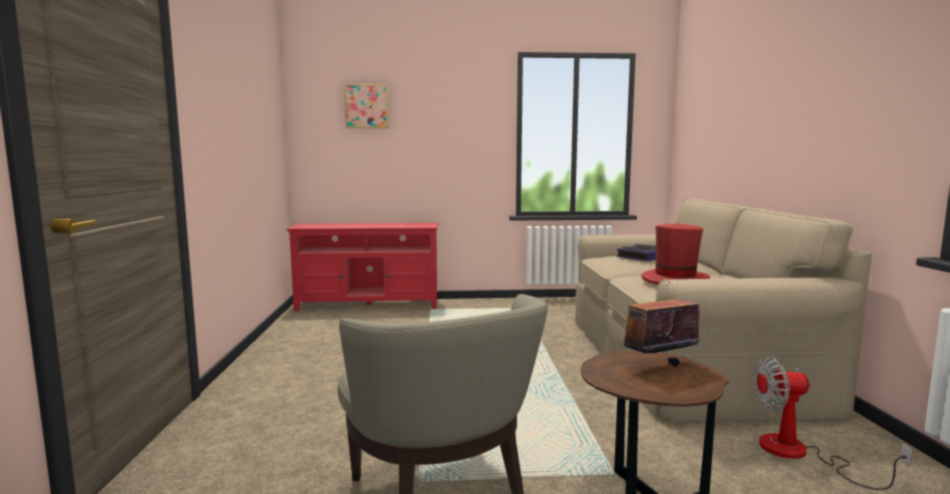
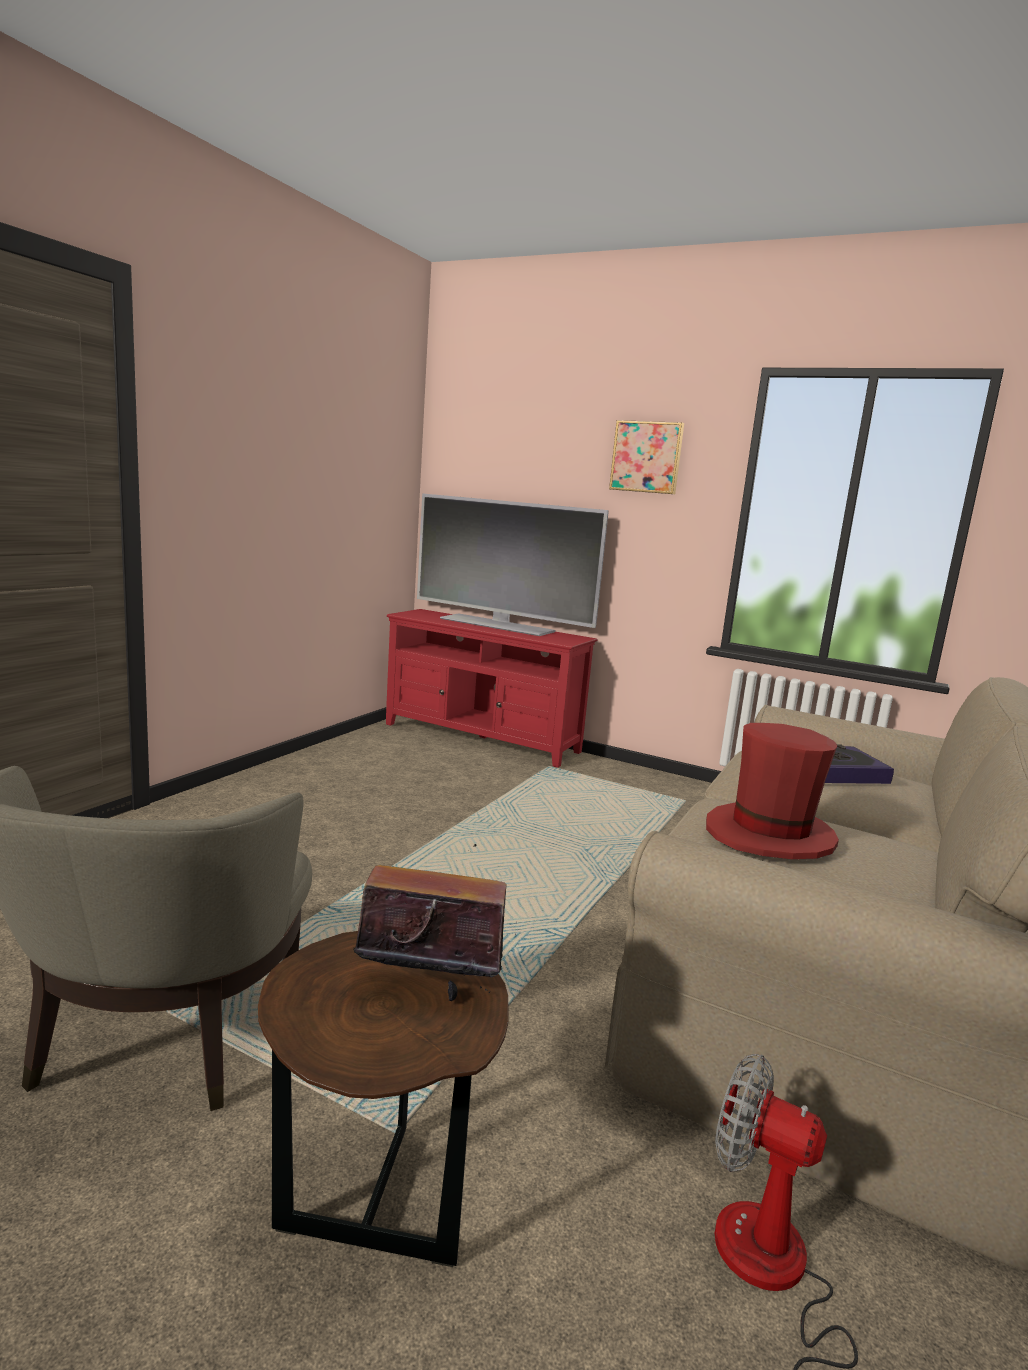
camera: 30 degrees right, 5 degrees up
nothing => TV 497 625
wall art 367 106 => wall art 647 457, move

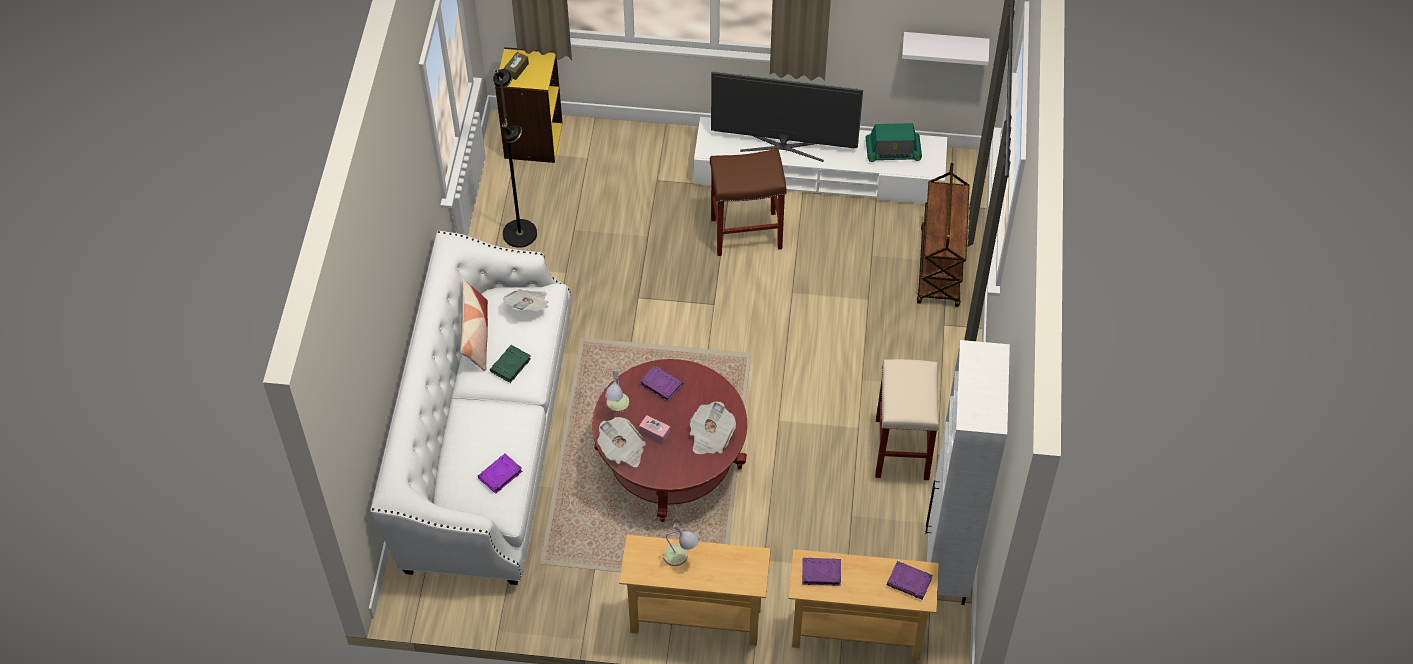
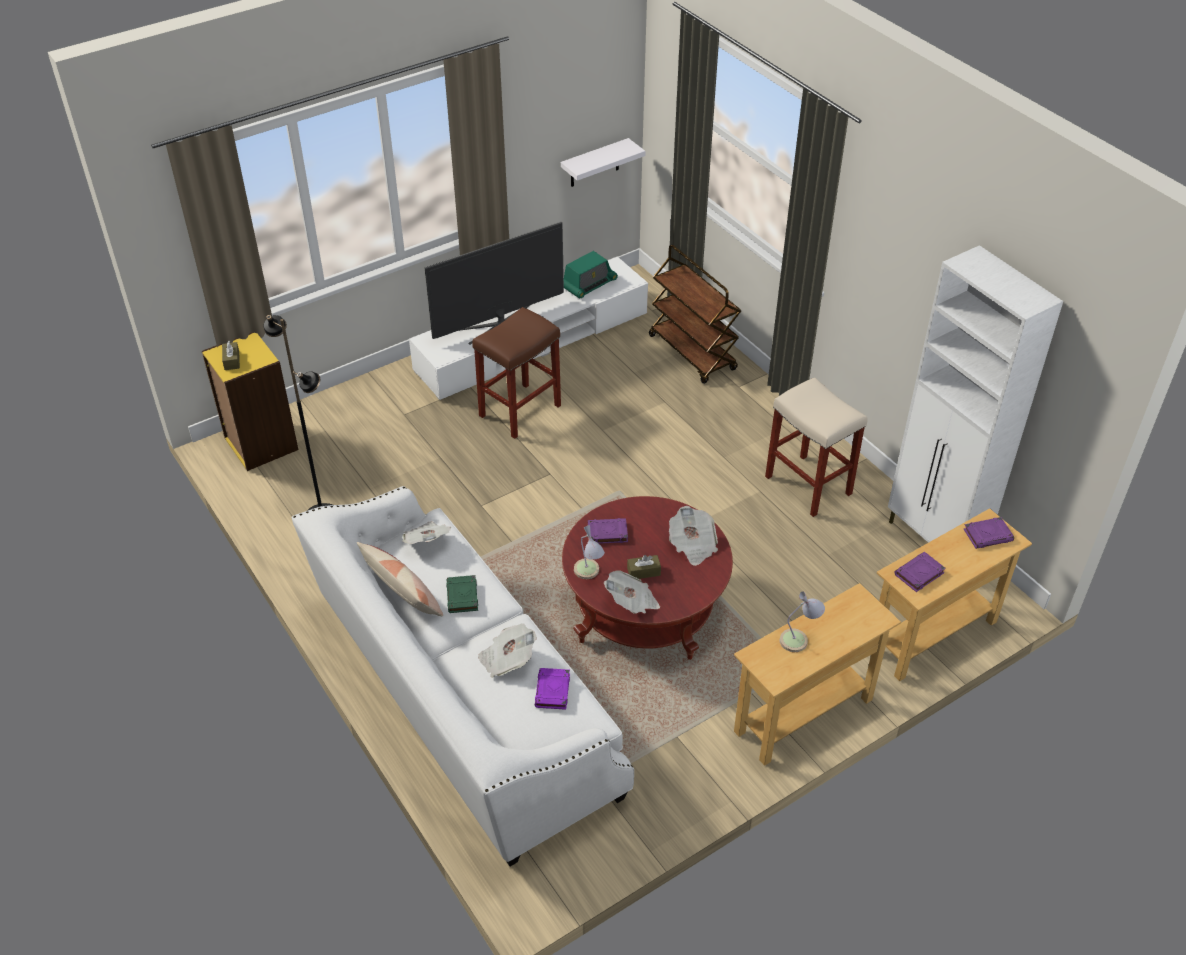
camera: 40 degrees left, 10 degrees down
nothing => newspaper 507 659
box of tissues in pink-coloured 654 432 => box of tissues in brownish 643 571

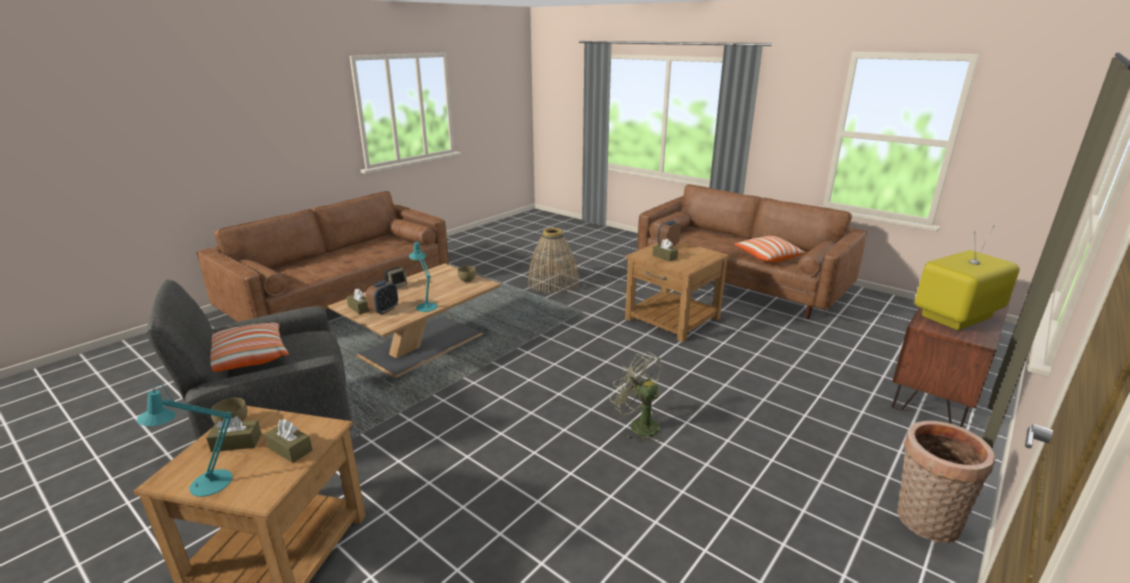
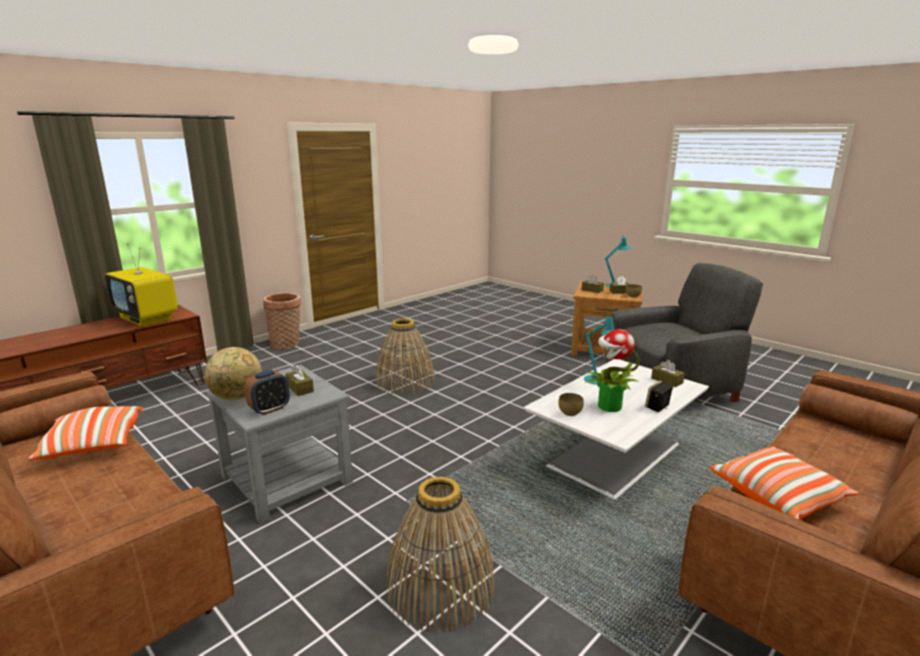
camera: 175 degrees left, 5 degrees down
TV 956 317 => TV 147 318, 60 degrees clockwise
nothing => world globe 237 397
side table in brownish 672 319 => side table in gray 287 479
electric fan in green 638 425 => storage basket 405 381
low table in brownish 423 344 => low table in white-coloured 613 456
nothing => potted plant 608 406
throw pillow 246 359 => throw pillow 778 495, move
alarm clock 384 310 => nothing

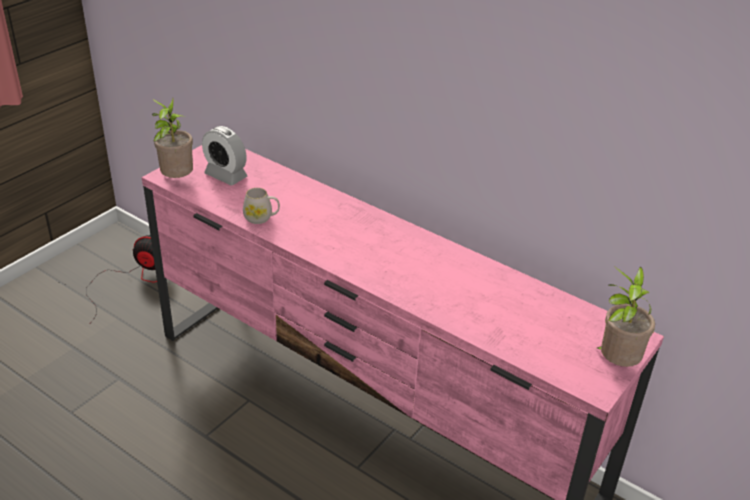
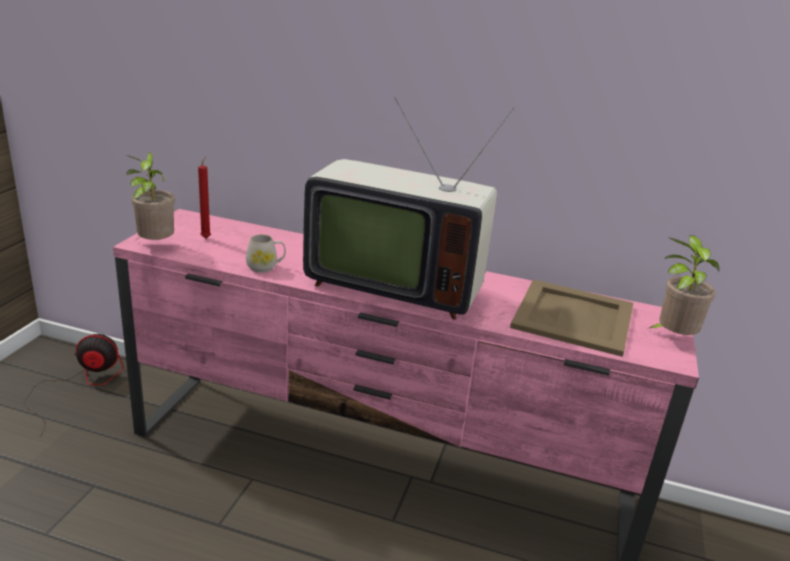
camera: 20 degrees left, 10 degrees down
alarm clock 226 176 => candle in red 206 237
nothing => TV 393 284
nothing => serving tray in beige 574 318

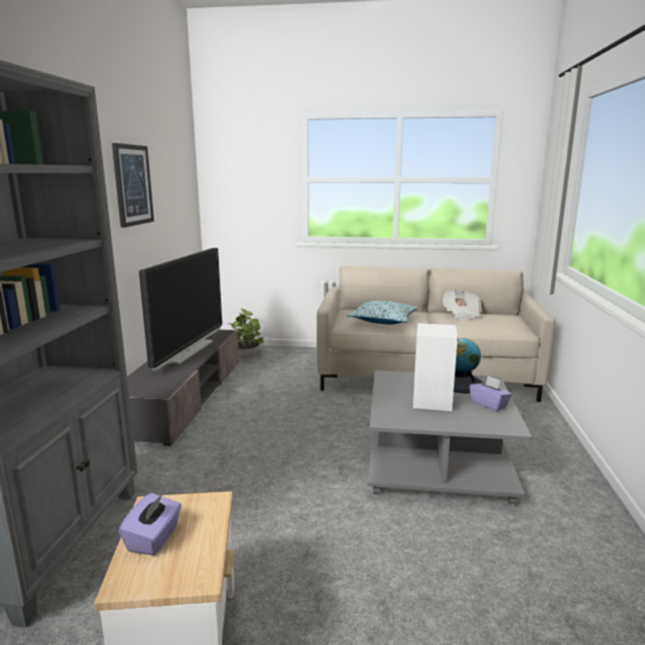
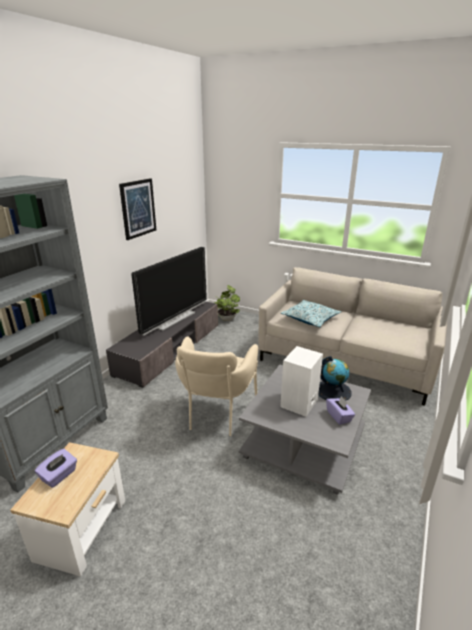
camera: 20 degrees right, 10 degrees up
nothing => lounge chair in beige 216 416
newspaper 461 315 => nothing

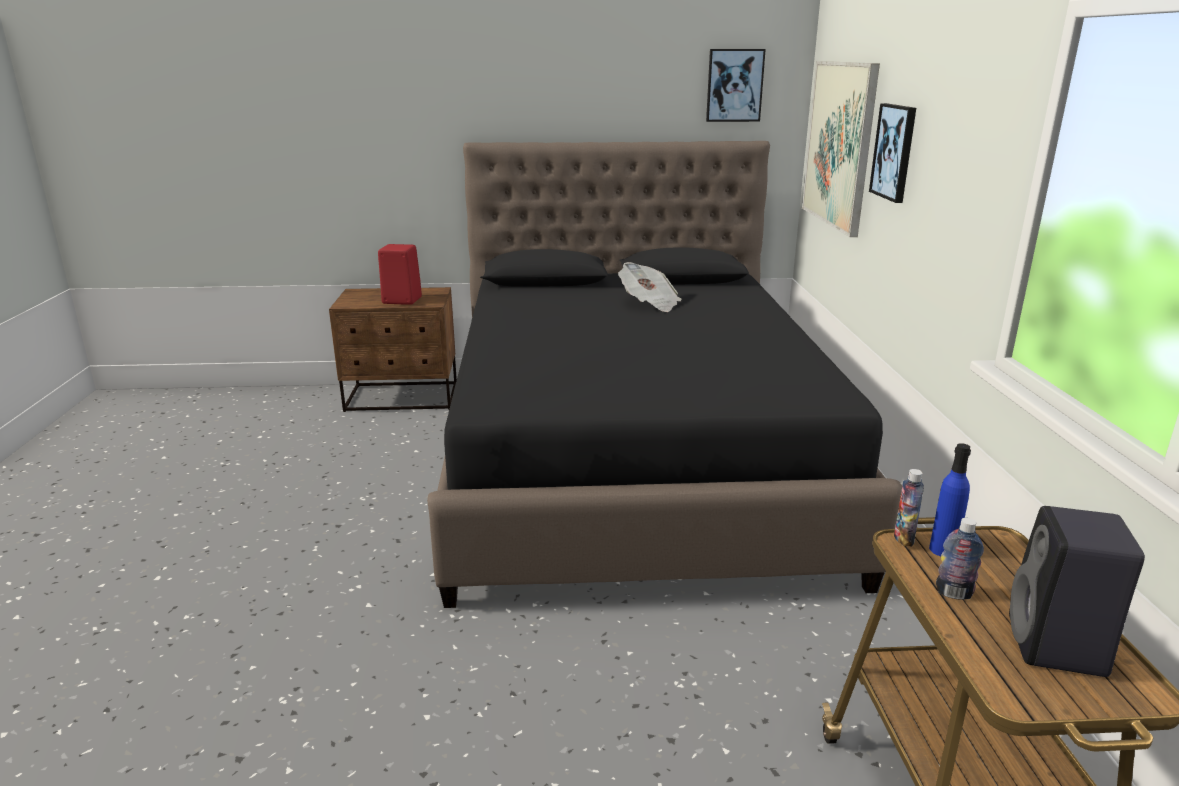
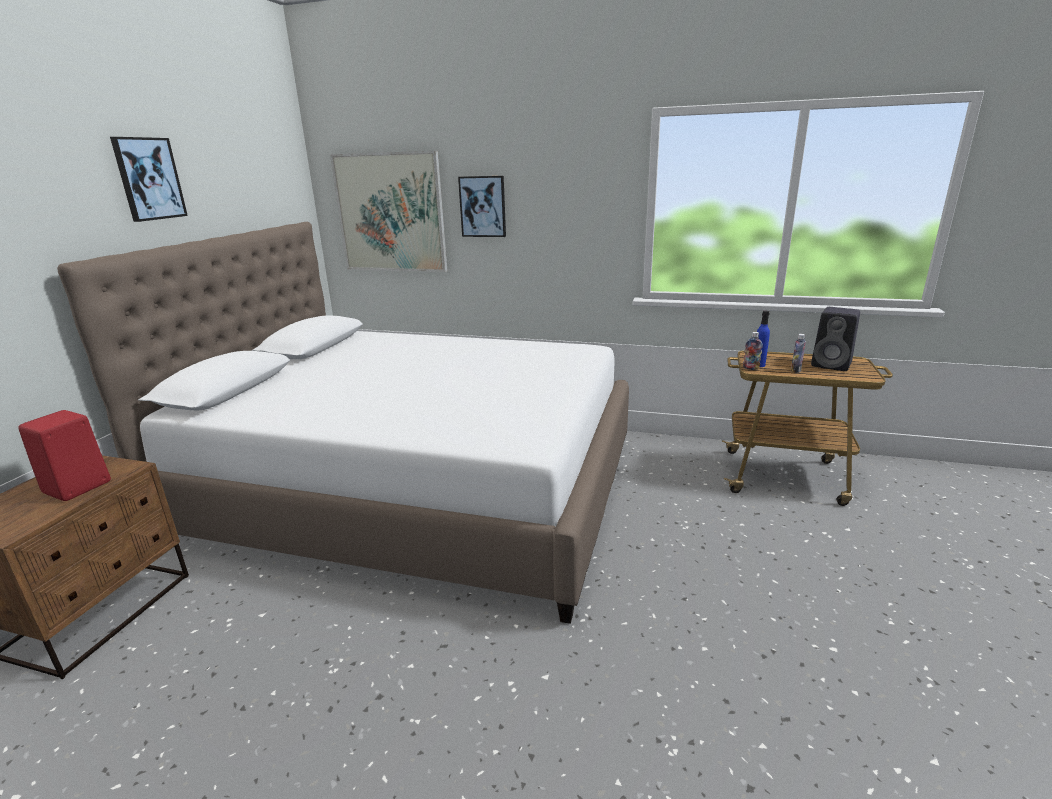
camera: 70 degrees left, 0 degrees up
bed in black-coloured 633 463 => bed in white-coloured 417 488
wall art 734 85 => wall art 149 179, move
newspaper 649 303 => nothing

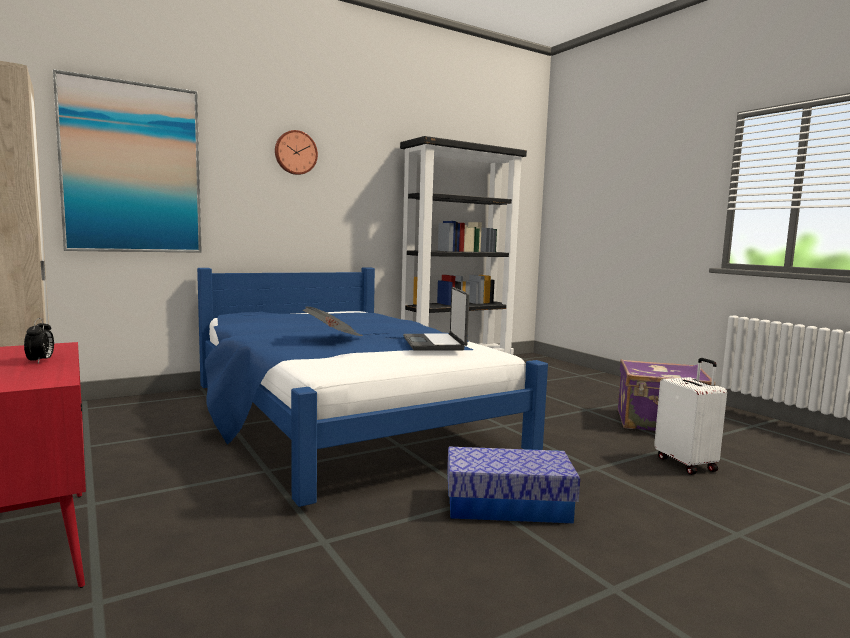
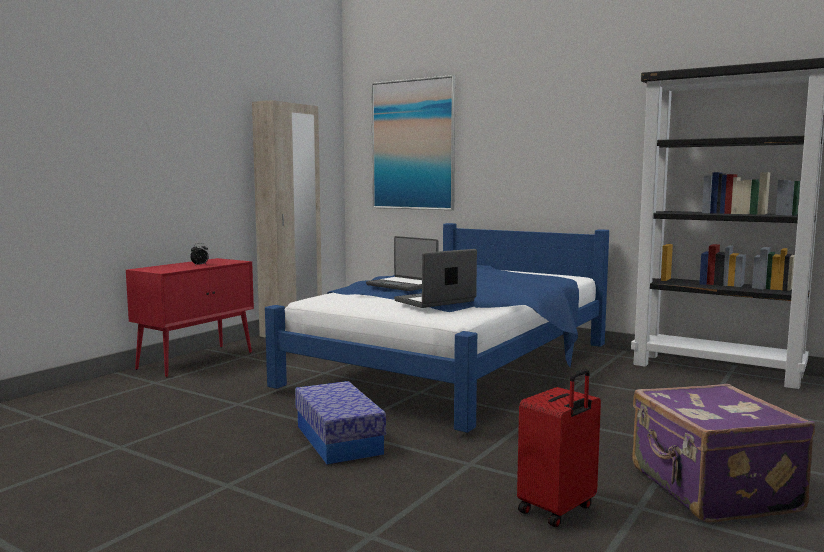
camera: 65 degrees right, 0 degrees up
newspaper 333 338 => portable computer 403 285
piece of luggage in white-coloured 686 464 => piece of luggage in red 558 509
hanging clock 295 152 => nothing

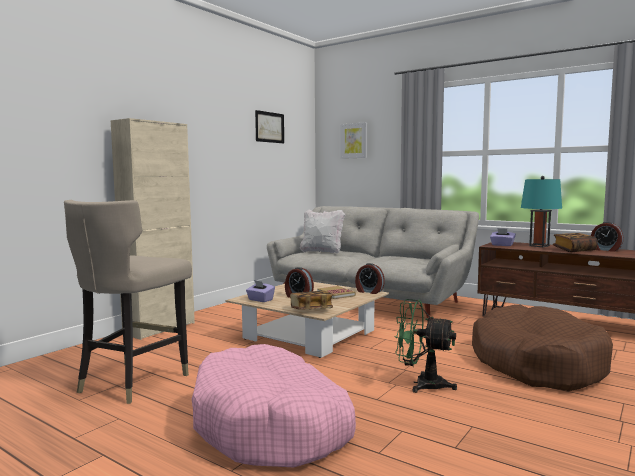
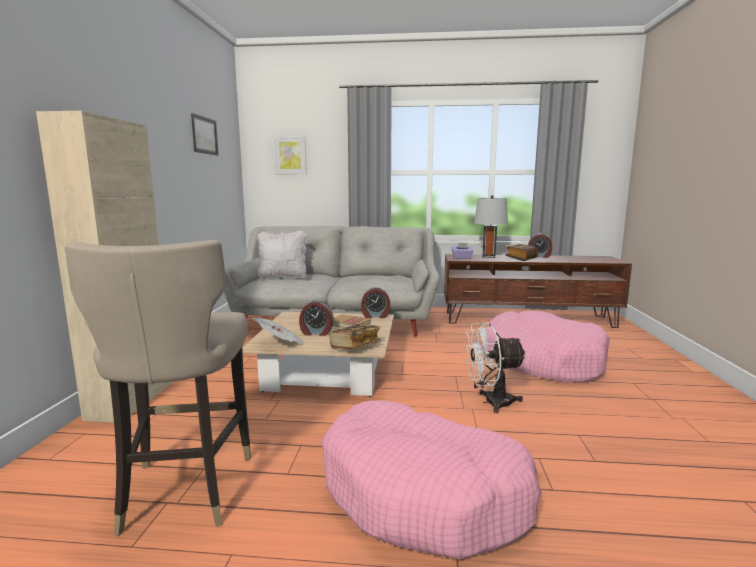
camera: 30 degrees left, 5 degrees up
box of tissues in purple 260 300 => newspaper 280 344
electric fan in green 422 384 => electric fan in white-coloured 491 402
tabletop lamp in blue-green 539 246 => tabletop lamp in gray 488 256
pet bed in brownish 536 364 => pet bed in pink-coloured 541 361

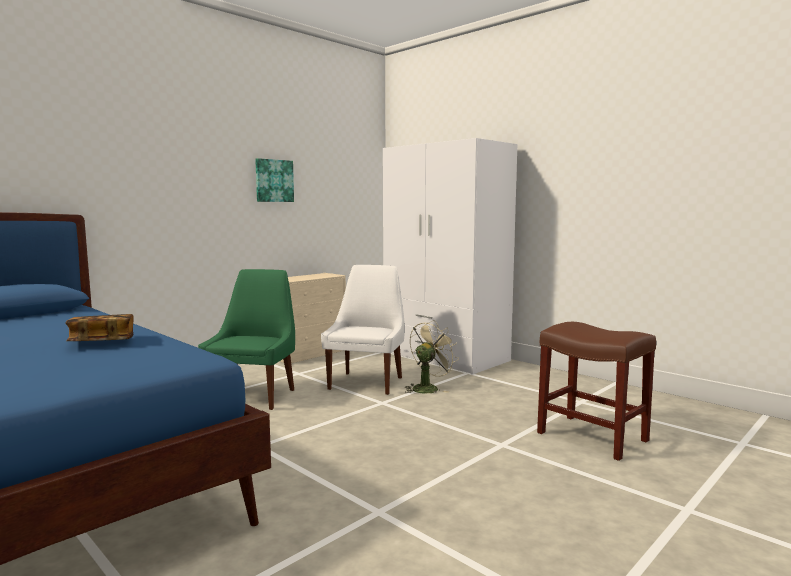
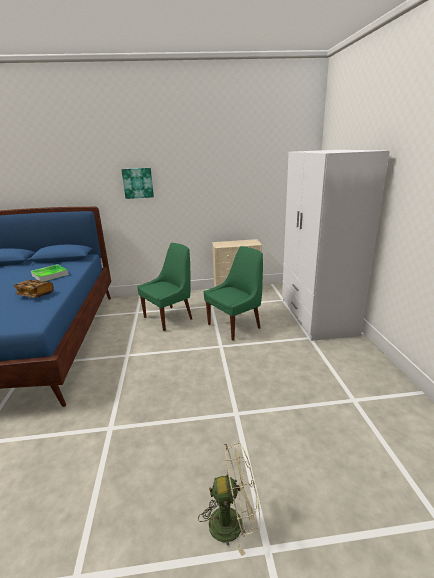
camera: 40 degrees right, 15 degrees up
nothing => serving tray 50 275
wall art 274 180 => wall art 138 183, move
electric fan in beige 428 388 => electric fan in beige 233 521, move
plain chair in white-coloured 367 382 => plain chair in green 235 325
stool in brownish 590 436 => nothing

